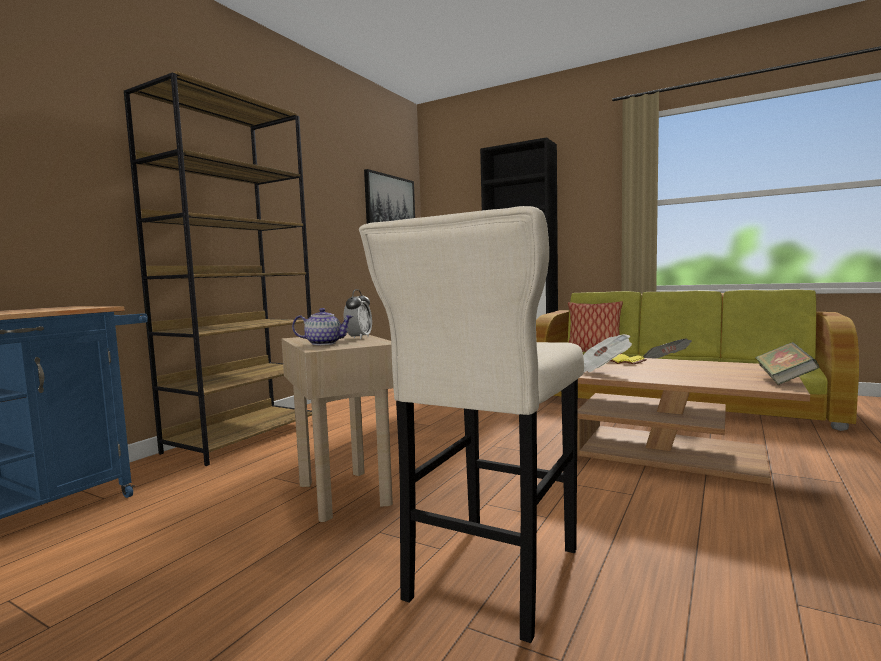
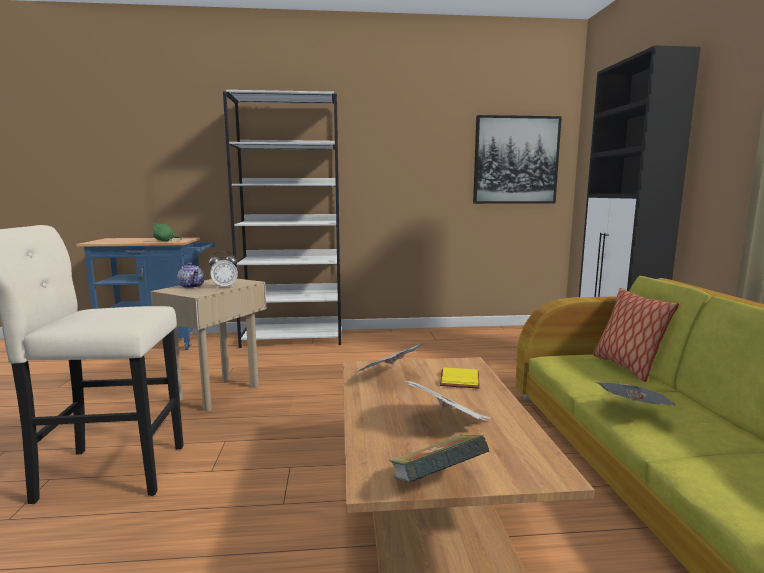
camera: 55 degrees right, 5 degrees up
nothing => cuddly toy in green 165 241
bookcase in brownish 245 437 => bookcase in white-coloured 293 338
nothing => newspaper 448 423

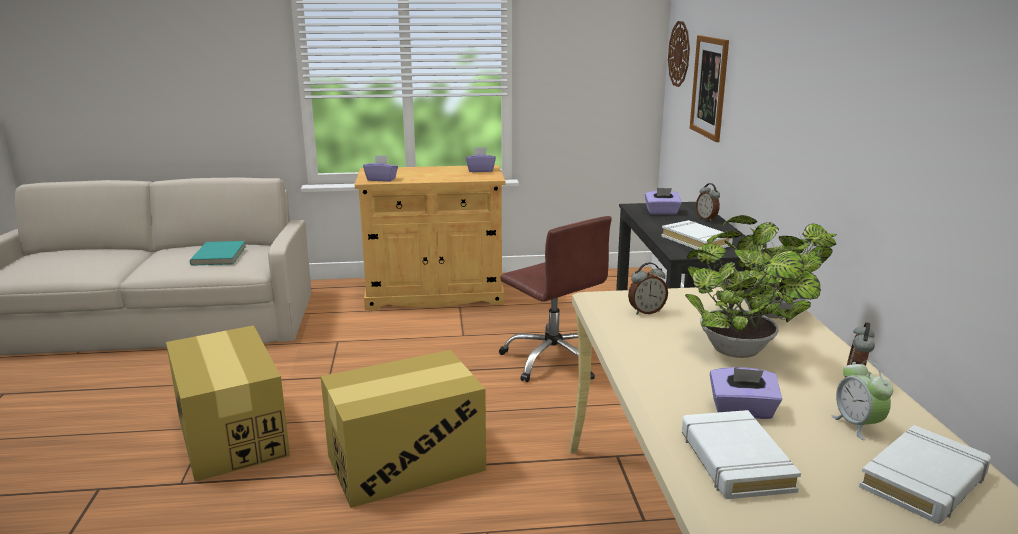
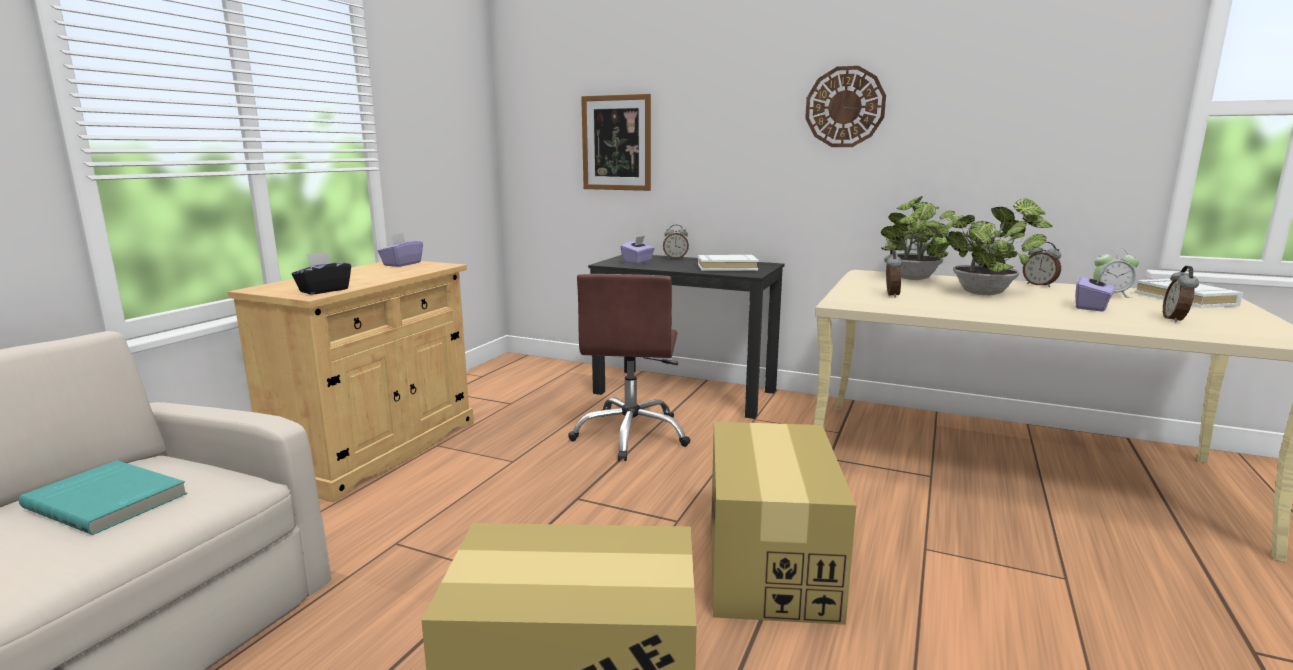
camera: 60 degrees left, 5 degrees down
box of tissues in purple 381 179 => box of tissues in black-coloured 324 290
desk chair in brownish 553 360 => desk chair in brownish 631 435, 105 degrees clockwise
hanging clock 679 54 => hanging clock 845 107, move
bound book in white-coloured 735 461 => alarm clock 1175 320

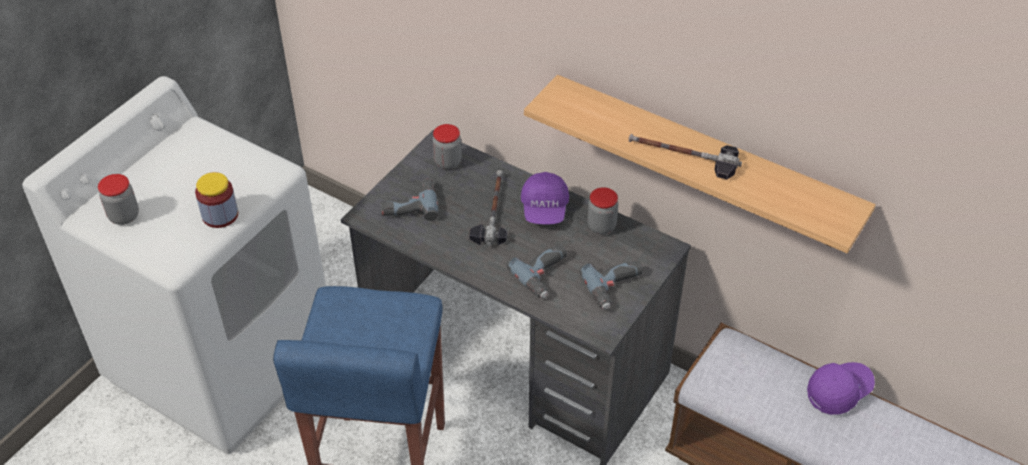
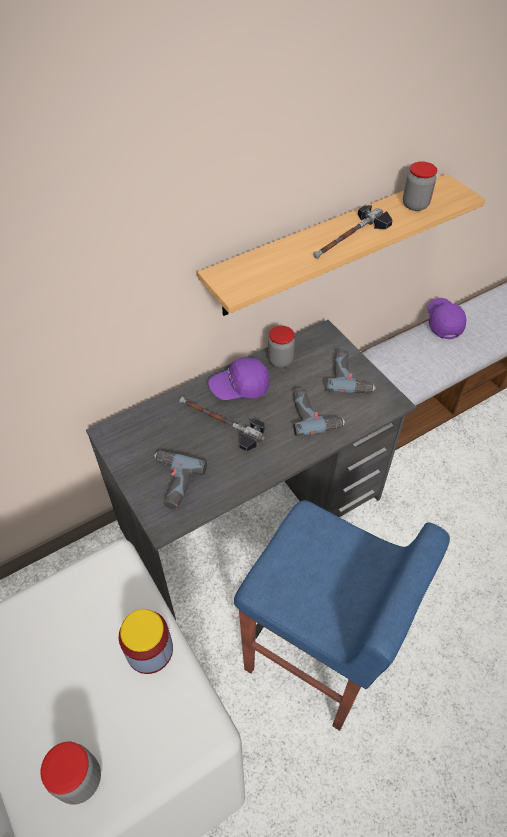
camera: 65 degrees left, 5 degrees up
cap in purple 544 209 => cap in purple 240 388, 135 degrees clockwise
jar 448 162 => jar 415 205, move

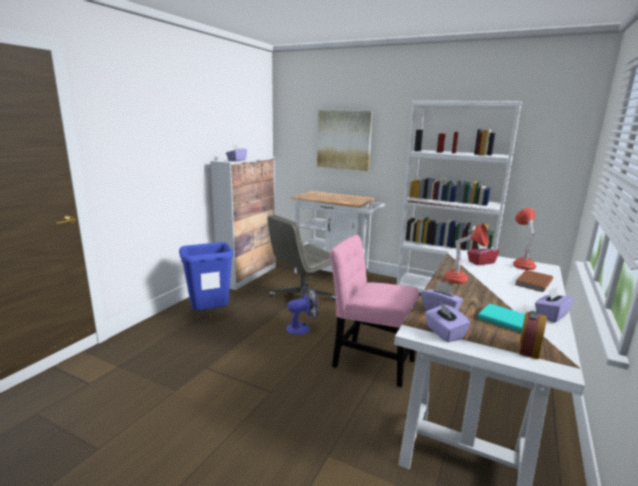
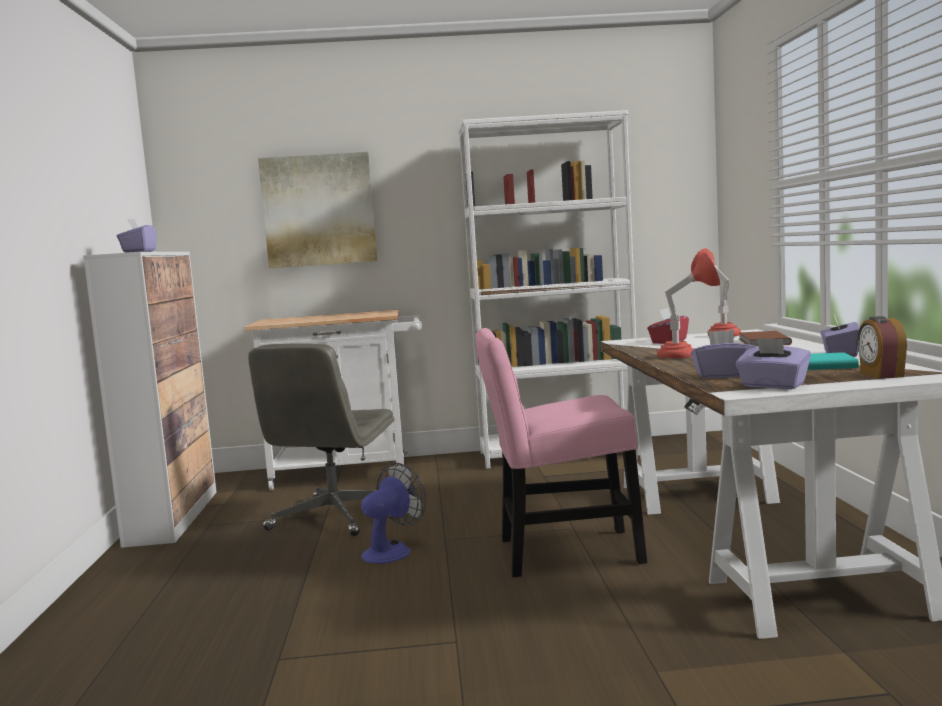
camera: 30 degrees left, 10 degrees down
rubbish bin in blue-coloured 210 315 => nothing

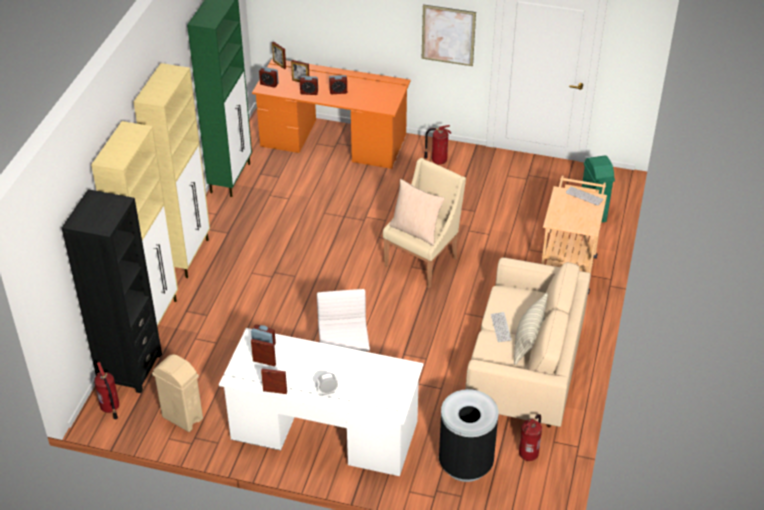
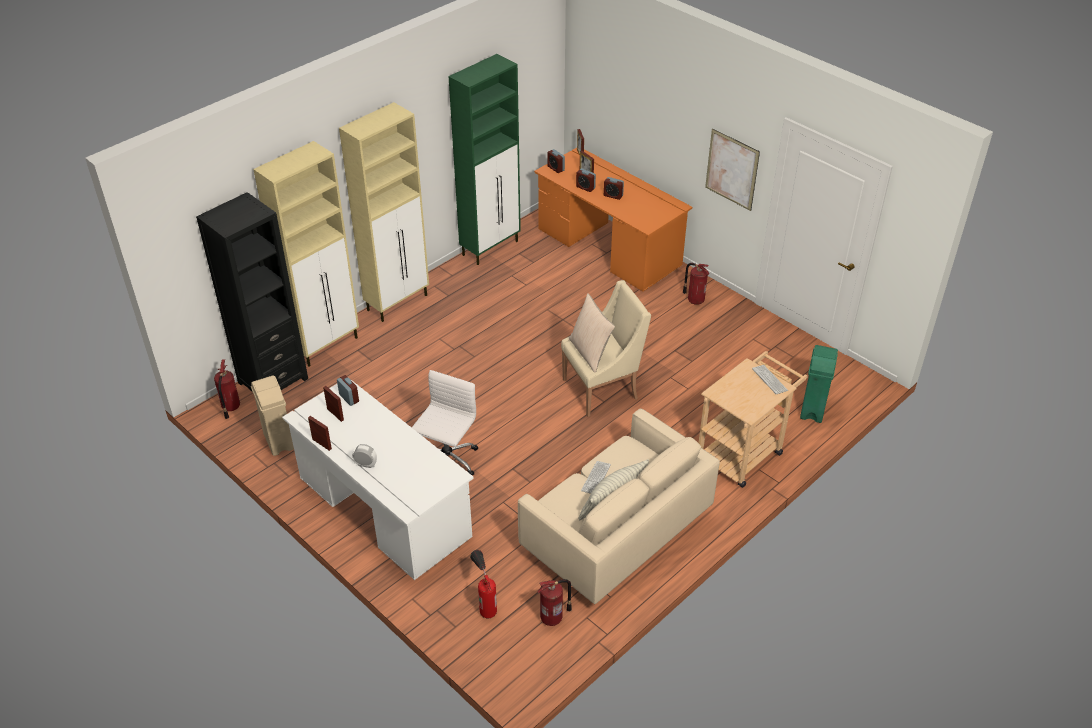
camera: 30 degrees right, 0 degrees up
rubbish bin in black-coloured 465 464 => extinguisher 484 598

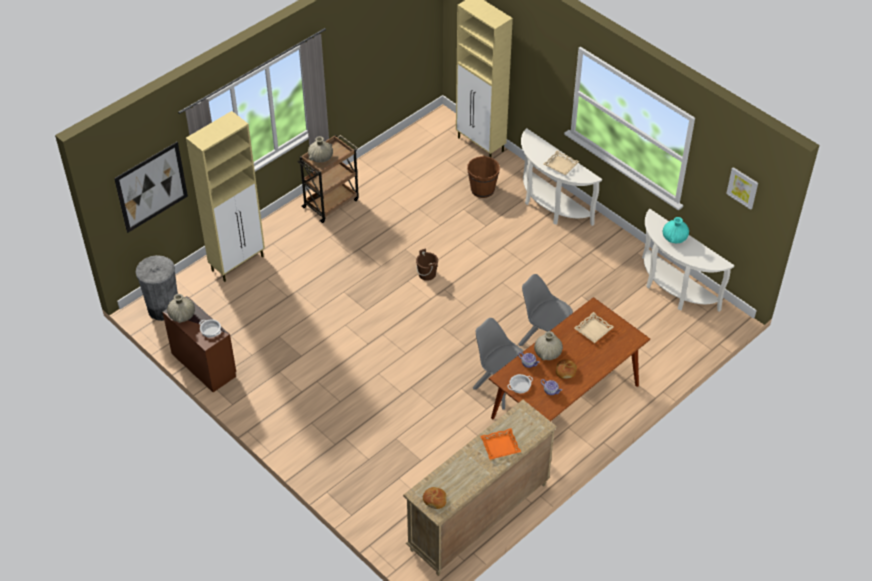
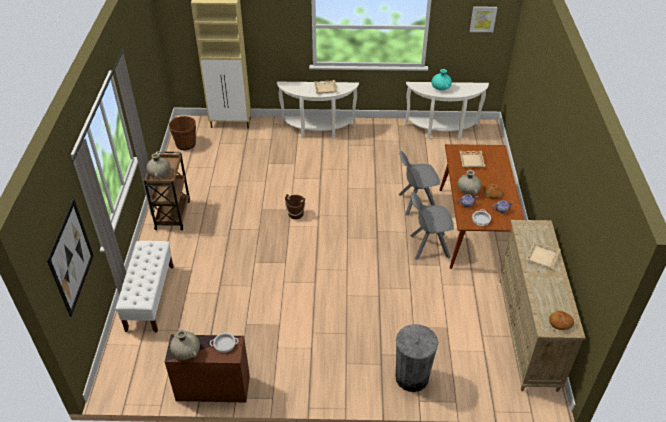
camera: 45 degrees left, 5 degrees down
storage cabinet in beige 238 263 => long seat in white-coloured 150 297
bucket in brownish 482 189 => bucket in brownish 186 144, move
rubbish bin in gray 163 308 => rubbish bin in gray 412 377, move
serving tray in orangey 500 446 => serving tray in beige 542 256

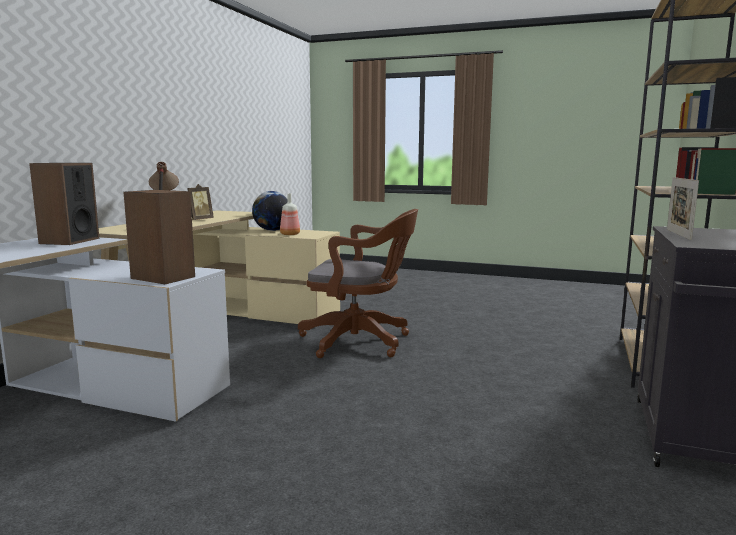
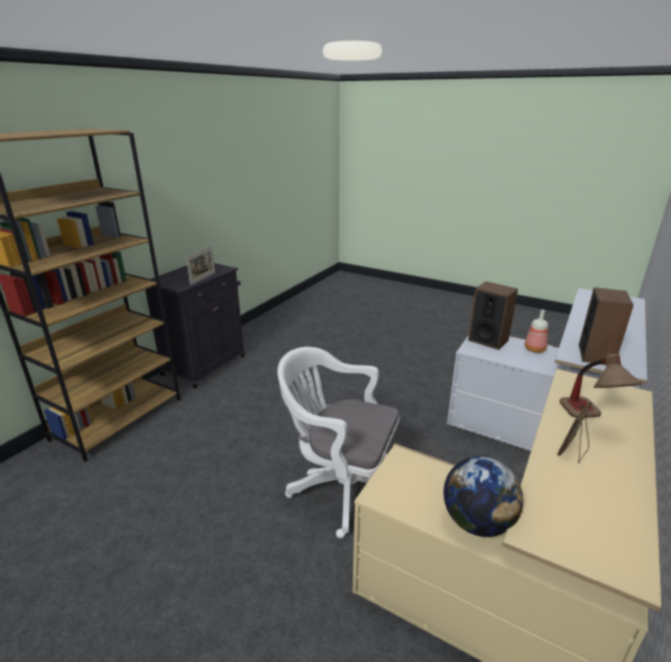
camera: 170 degrees left, 15 degrees up
desk chair in brownish 361 342 => desk chair in white-coloured 341 486
beverage bottle 289 234 => beverage bottle 535 349, move

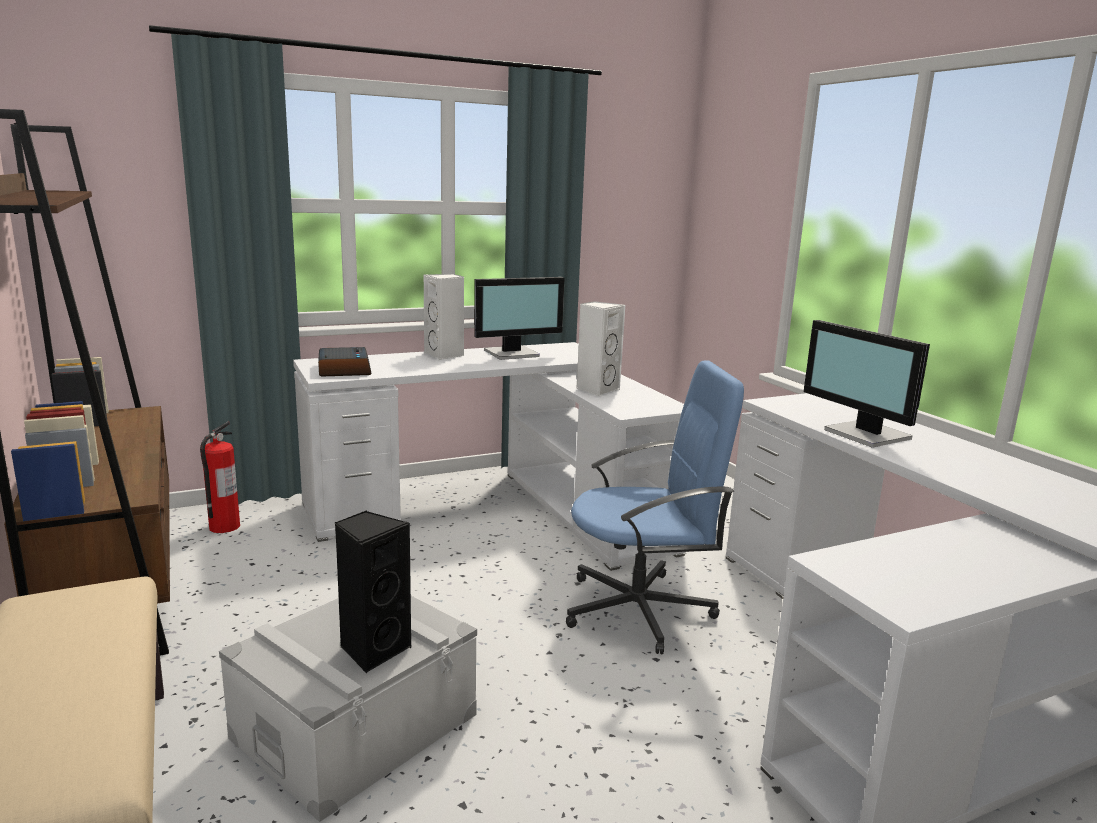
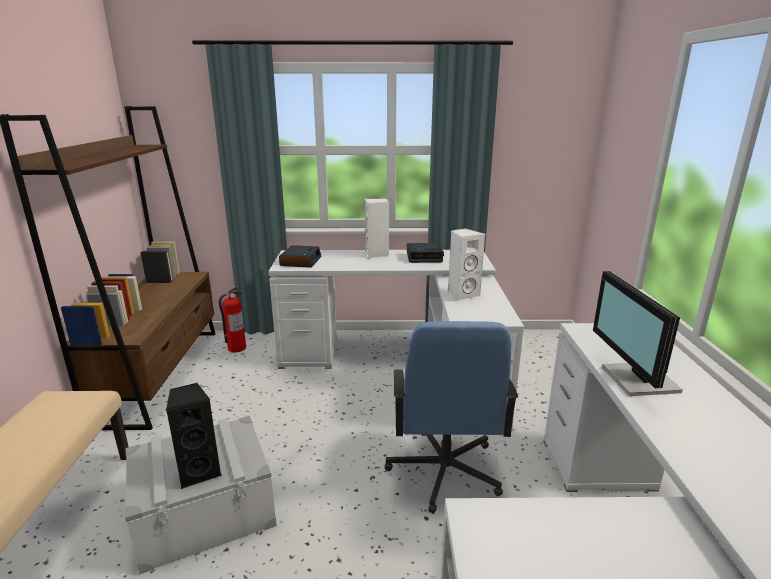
camera: 25 degrees right, 5 degrees up
desk chair in blue-coloured 640 609 => desk chair in blue-coloured 444 471, 75 degrees clockwise
computer display 513 354 => alarm clock 424 257

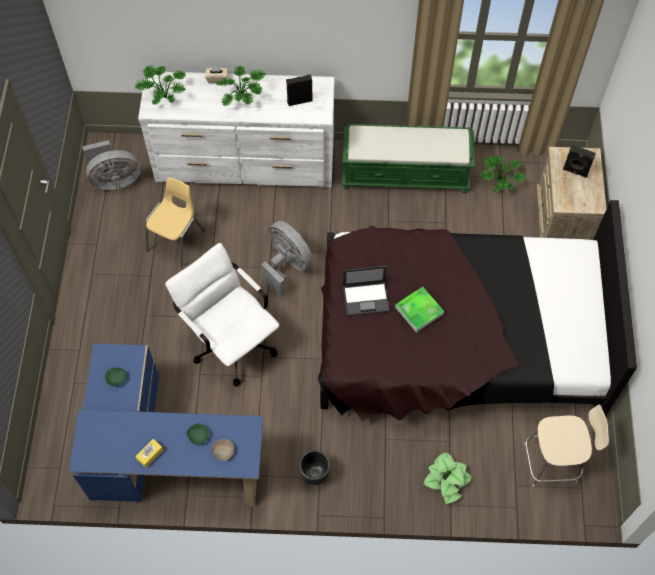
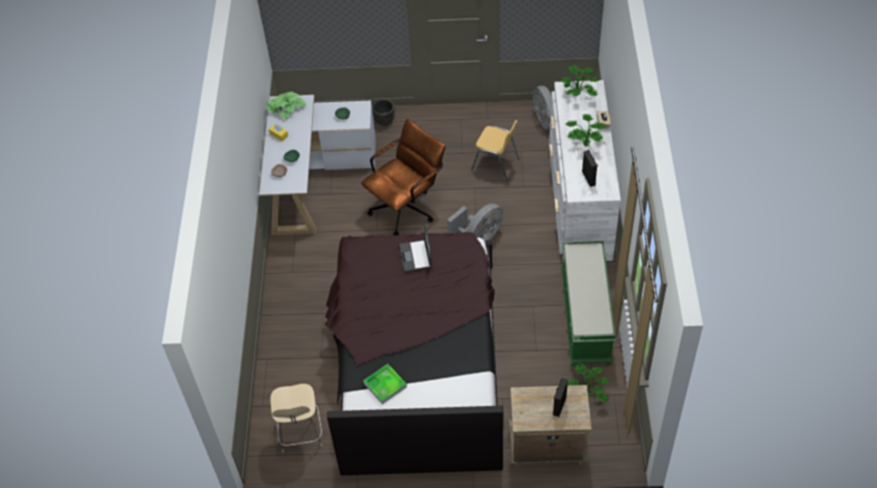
camera: 90 degrees right, 10 degrees down
desk table in blue-coloured 164 455 => desk table in white-coloured 312 179
potted plant 447 479 => potted plant 286 108, move
desk chair in white-coloured 230 340 => desk chair in brownish 407 207
serving tray 419 310 => serving tray 385 385, move
planter in black-coloured 314 474 => planter in black-coloured 384 121, move

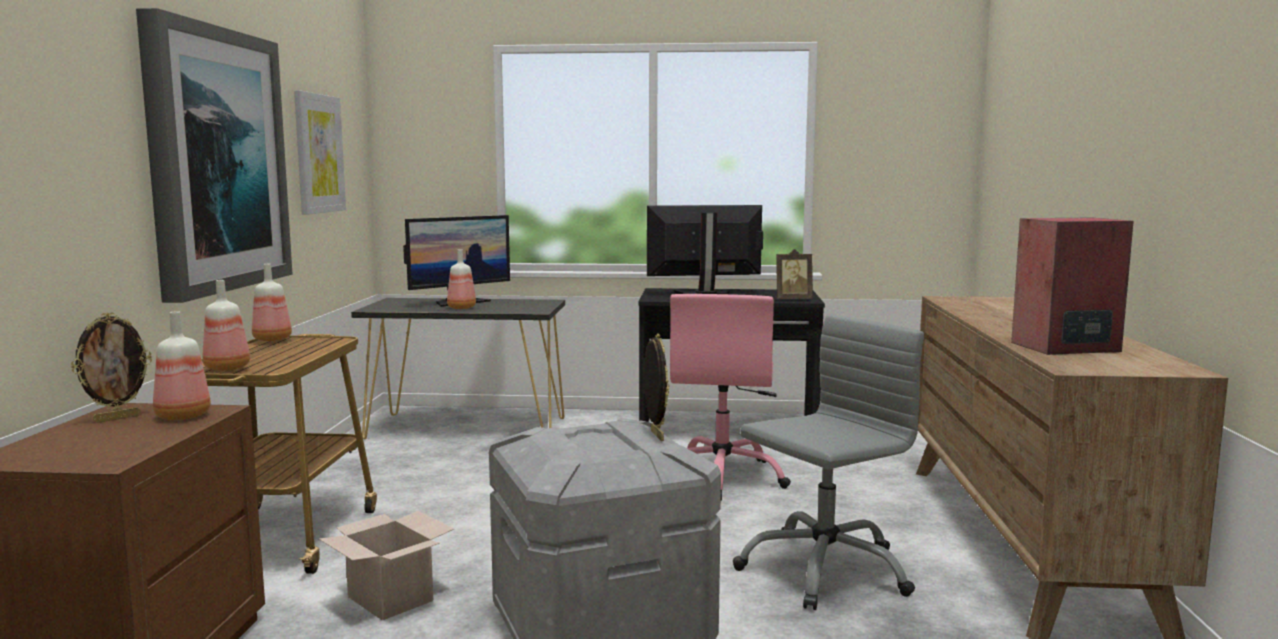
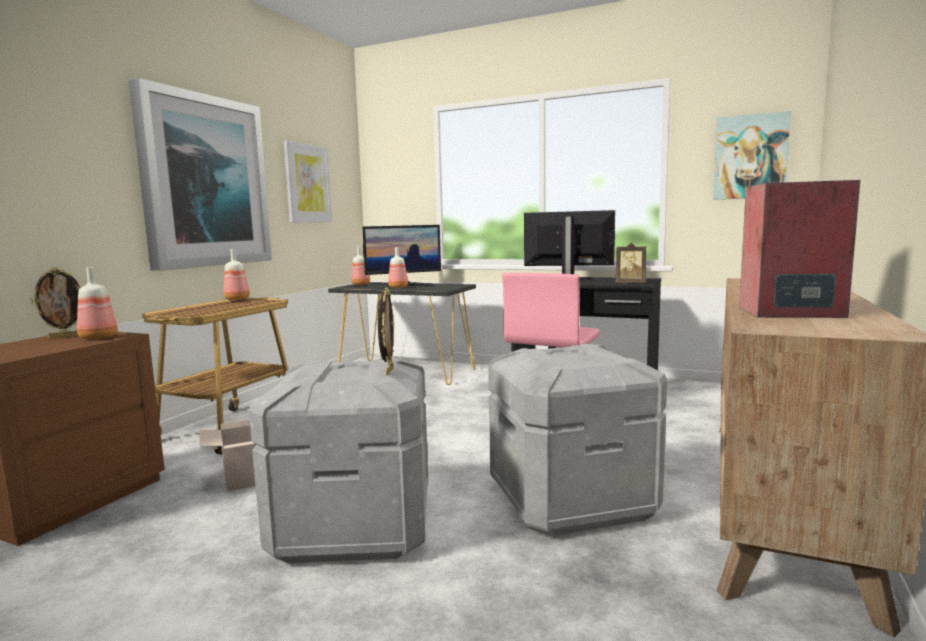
camera: 20 degrees right, 0 degrees up
beverage bottle 228 368 => beverage bottle 361 284, move
desk chair in gray 824 569 => storage bin in gray 572 500
nothing => wall art 750 157

